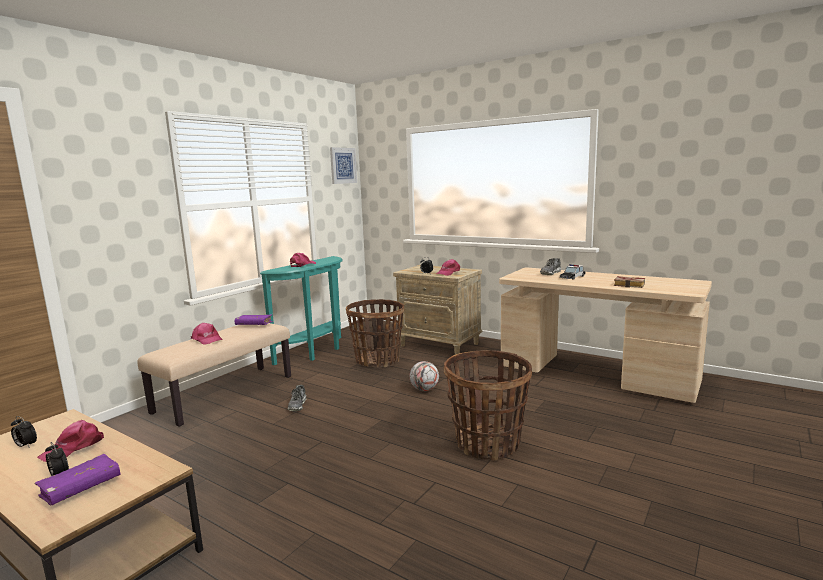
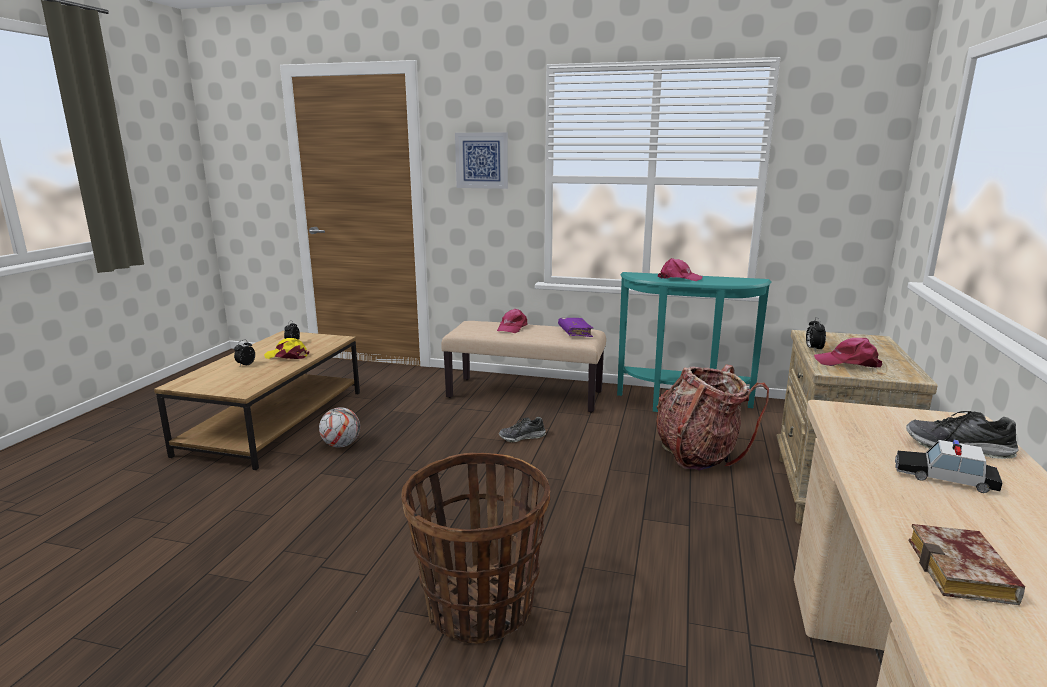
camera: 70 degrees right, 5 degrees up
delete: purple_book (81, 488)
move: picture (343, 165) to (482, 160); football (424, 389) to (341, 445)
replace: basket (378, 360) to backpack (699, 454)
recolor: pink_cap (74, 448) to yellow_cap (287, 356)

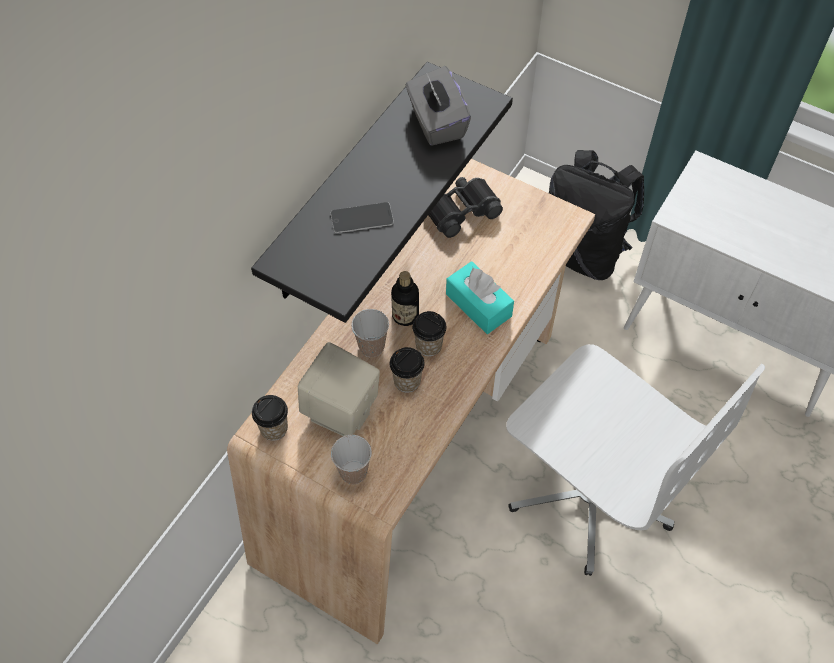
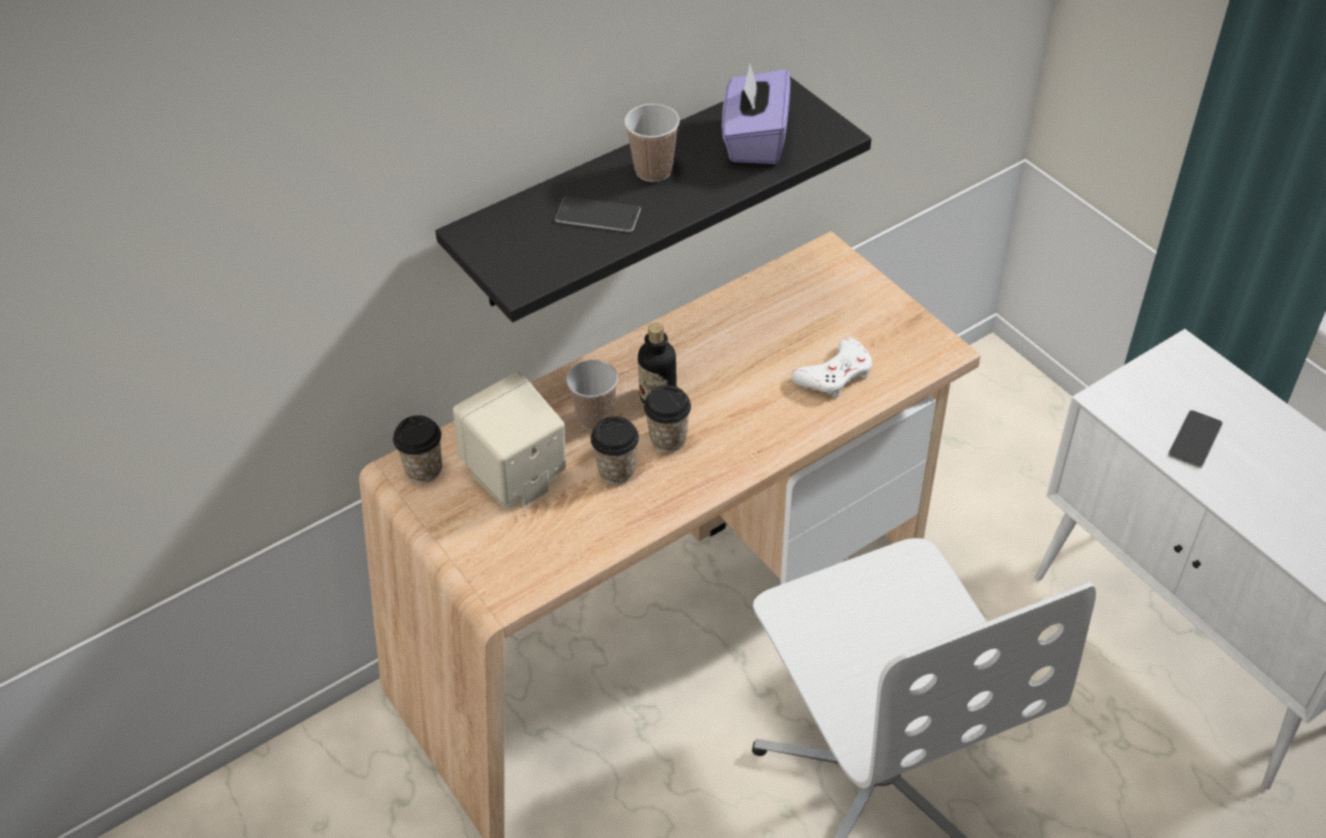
camera: 25 degrees right, 10 degrees down
delete: black_binoculars (461, 210); turquoise_tissue_box (478, 305); black_backpack (583, 253)
insert: white_game_controller (835, 374); phone (1195, 439)
move: cup (353, 472) to (653, 171)
recolor: grey_tissue_box (436, 123) to purple_tissue_box (755, 140)

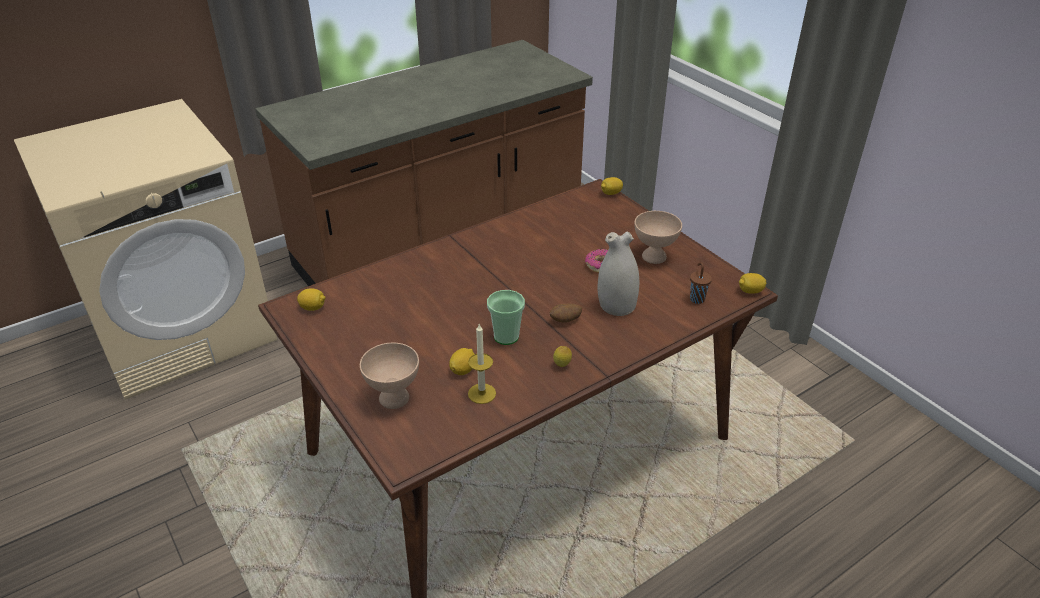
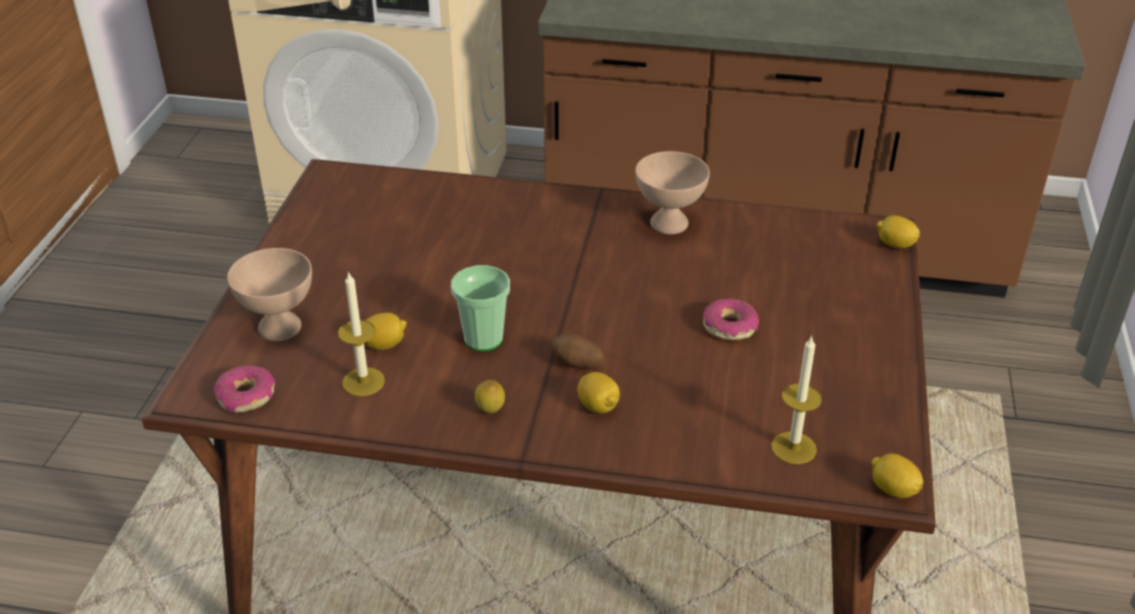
camera: 45 degrees right, 0 degrees up
delete: white_vase (616, 306)
insert: donut (247, 396)
move: lemon (313, 308) to (598, 406); beige_bowl (653, 256) to (669, 223)
replace: brown_cup (696, 299) to candle (793, 448)

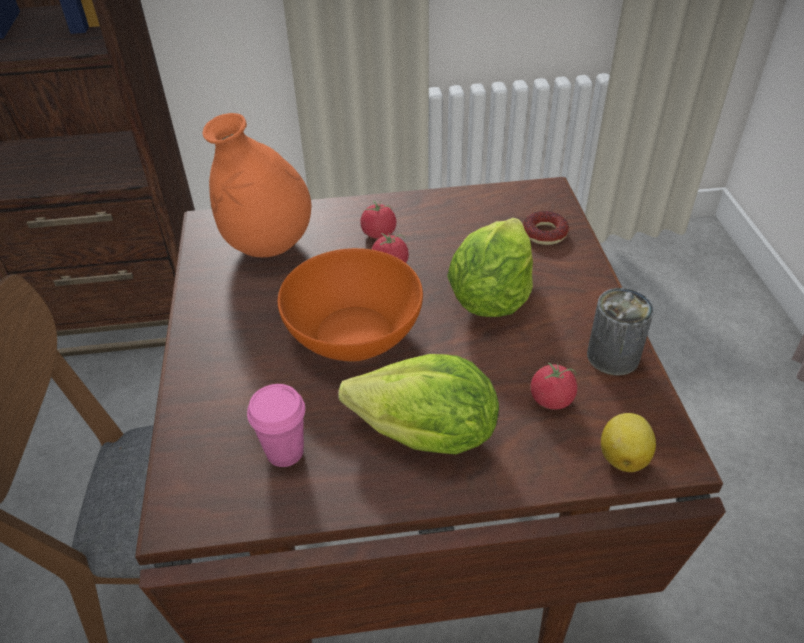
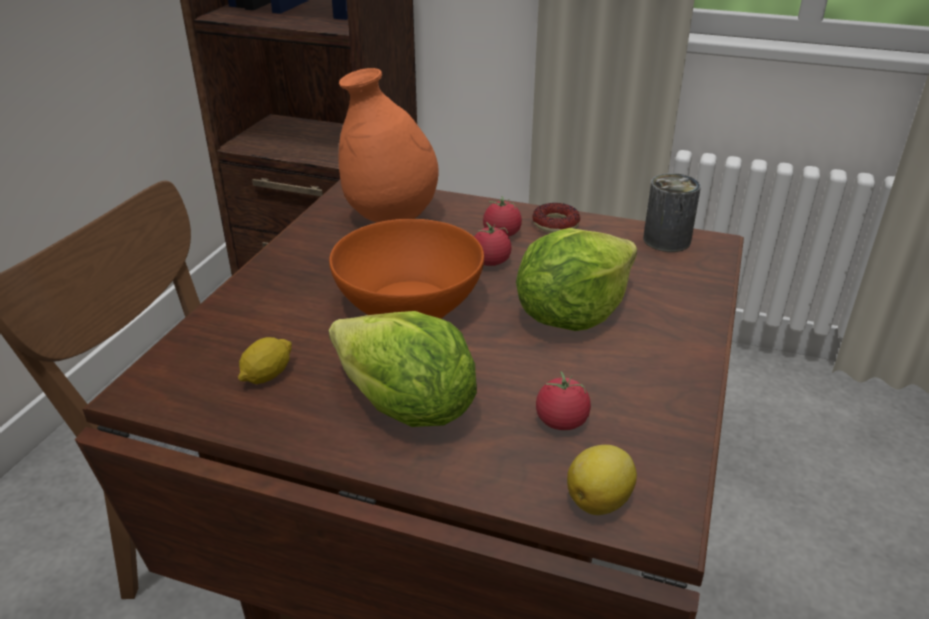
camera: 25 degrees right, 10 degrees down
move: donut (544, 233) to (555, 224); can (613, 356) to (666, 240)
replace: pink_cup (285, 452) to lemon (267, 375)

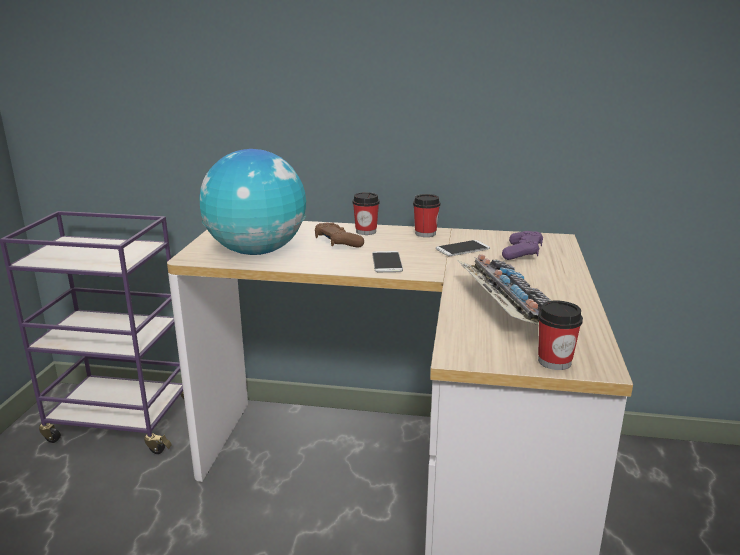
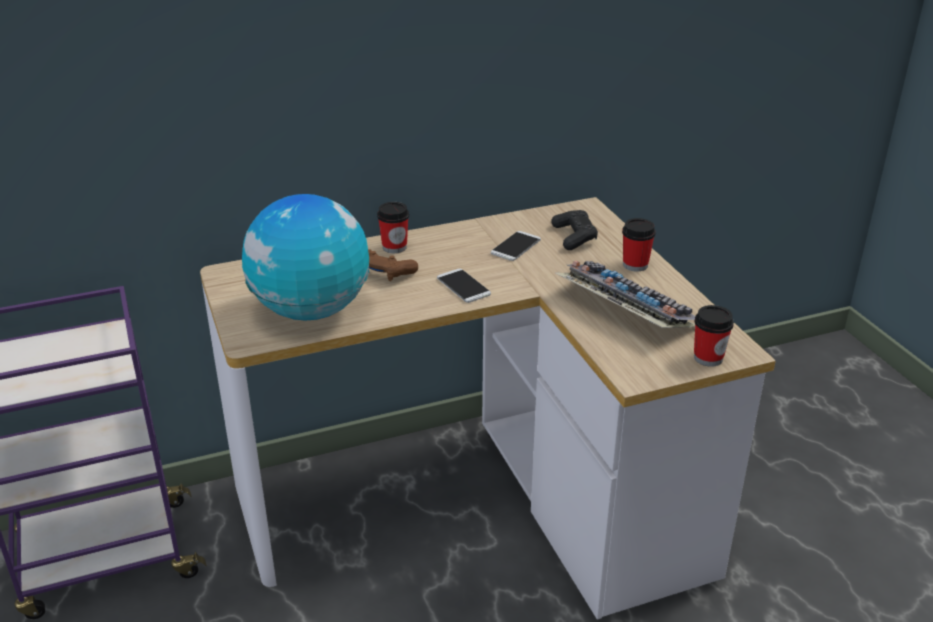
camera: 30 degrees left, 10 degrees up
move: cup (425, 233) to (635, 265)
recolor: purple_game_controller (522, 253) to black_game_controller (574, 237)

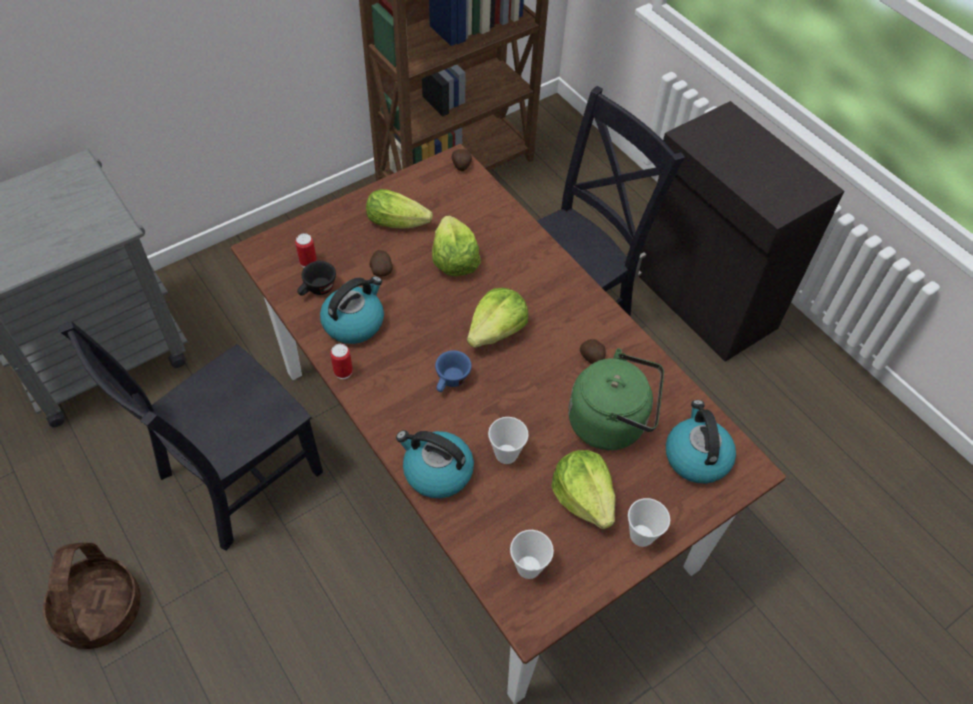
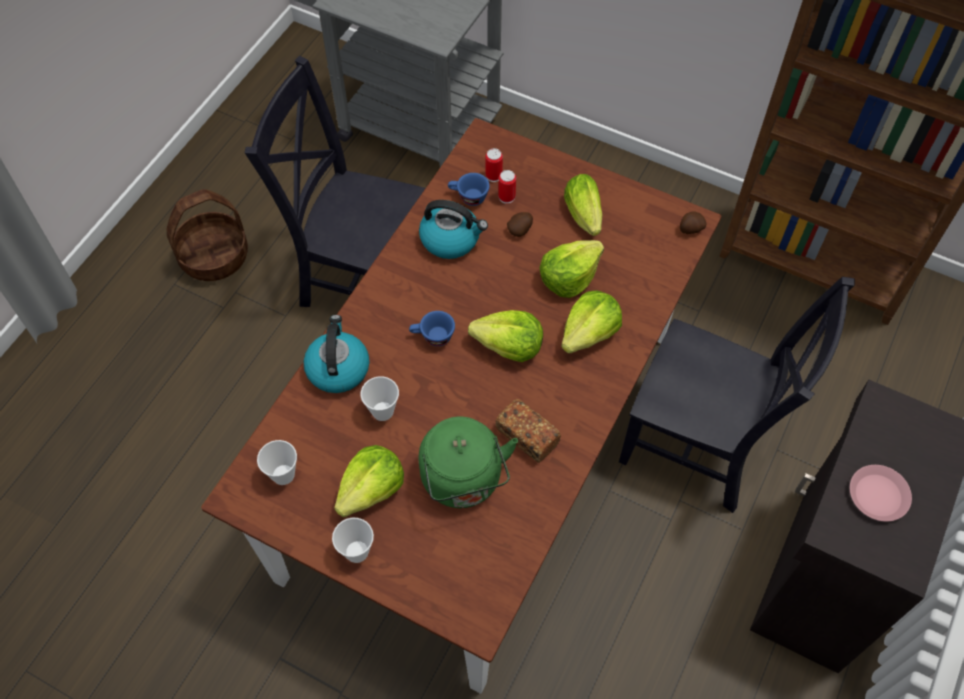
camera: 65 degrees right, 5 degrees up
delete: kettle (696, 456)
insert: lettuce (589, 333); pink_plate (877, 495)
move: can (343, 371) to (506, 197)
replace: potato (592, 358) to bread (527, 436)
recolor: black_cup (317, 290) to blue_cup (468, 197)

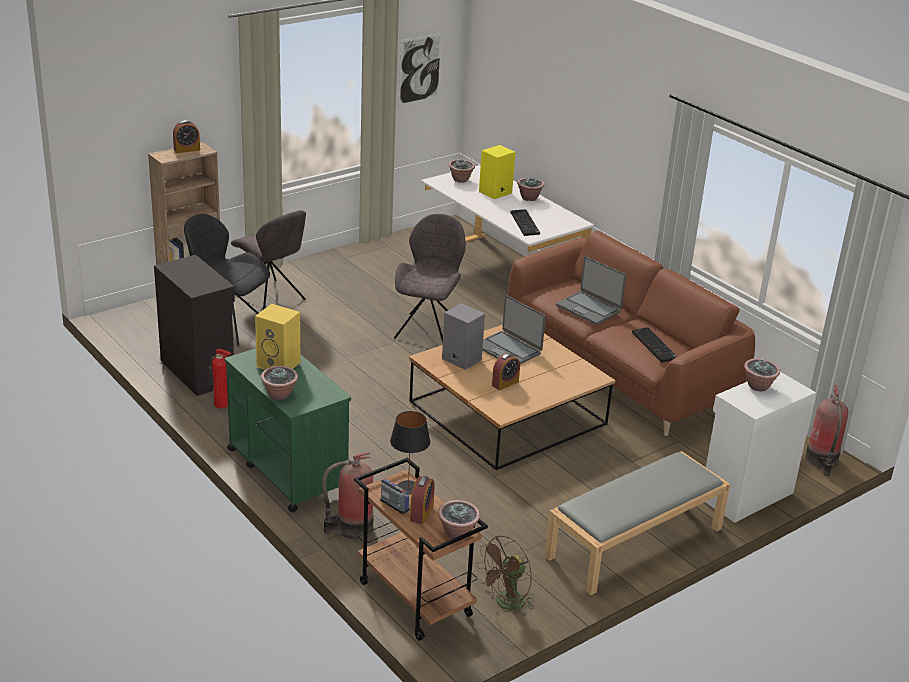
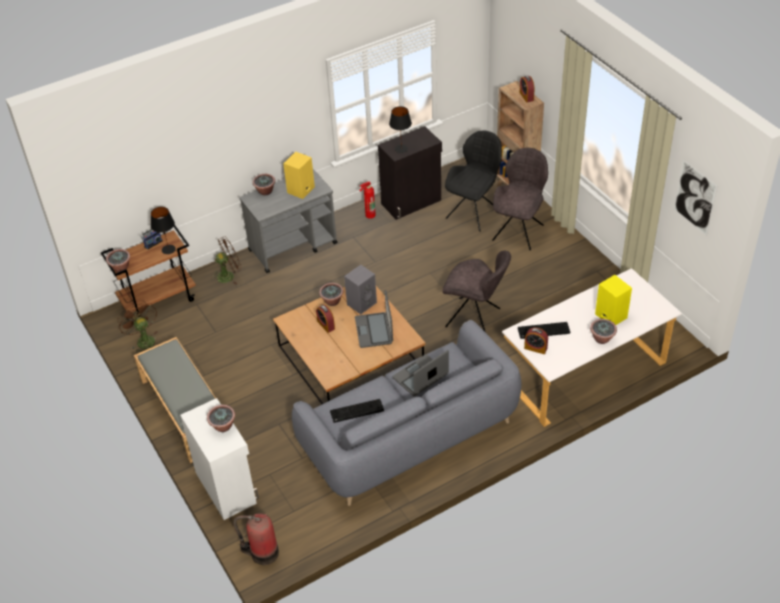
camera: 100 degrees right, 15 degrees up
insert: black_table_lamp (401, 148)
move: alarm_clock (421, 513) to (535, 348); potted_plant (461, 180) to (332, 301)
replace: fire_extinguisher (351, 528) to brown_fan (229, 275)
recolor: green_cart (287, 469) to grey_cart (293, 246); brown_sofa (620, 370) to grey_sofa (410, 436)
rotate: grey_chair (271, 298) = (519, 231) 150 degrees clockwise; laptop (508, 350) = (374, 330) 60 degrees counterclockwise

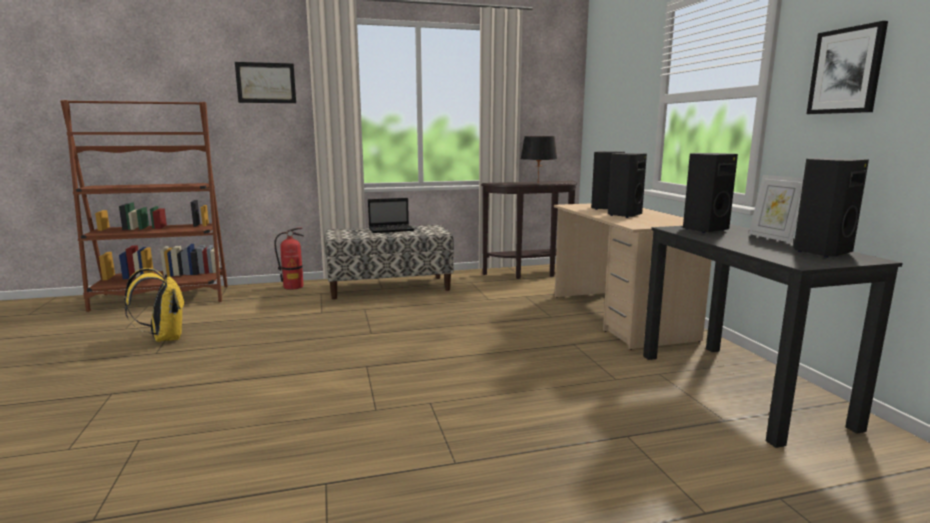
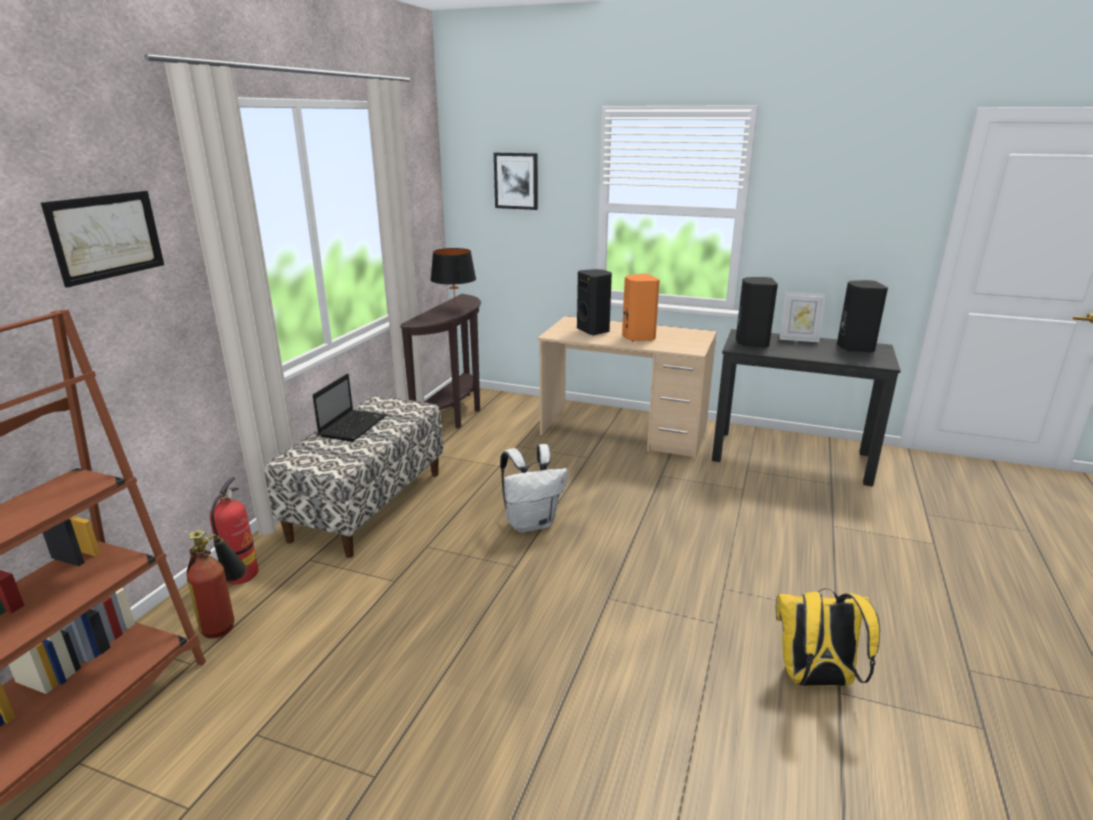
camera: 55 degrees left, 10 degrees up
insert: fire_extinguisher (226, 620); white_backpack (531, 523)
move: yellow_backpack (164, 338) to (815, 680); picture (846, 71) to (516, 181)
recolor: black_speaker (623, 215) to orange_speaker (637, 337)

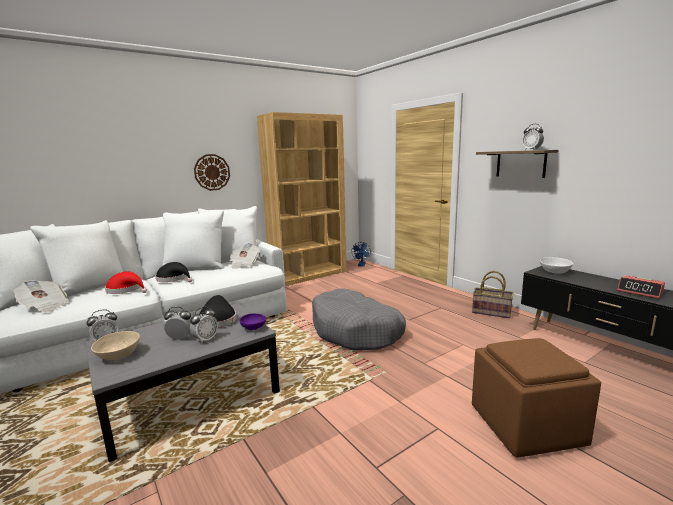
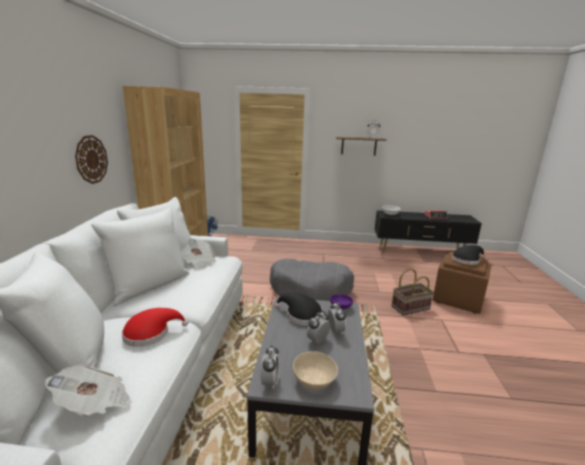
camera: 50 degrees left, 5 degrees up
move: black_hat (174, 279) to (466, 260); basket (491, 312) to (410, 307)

